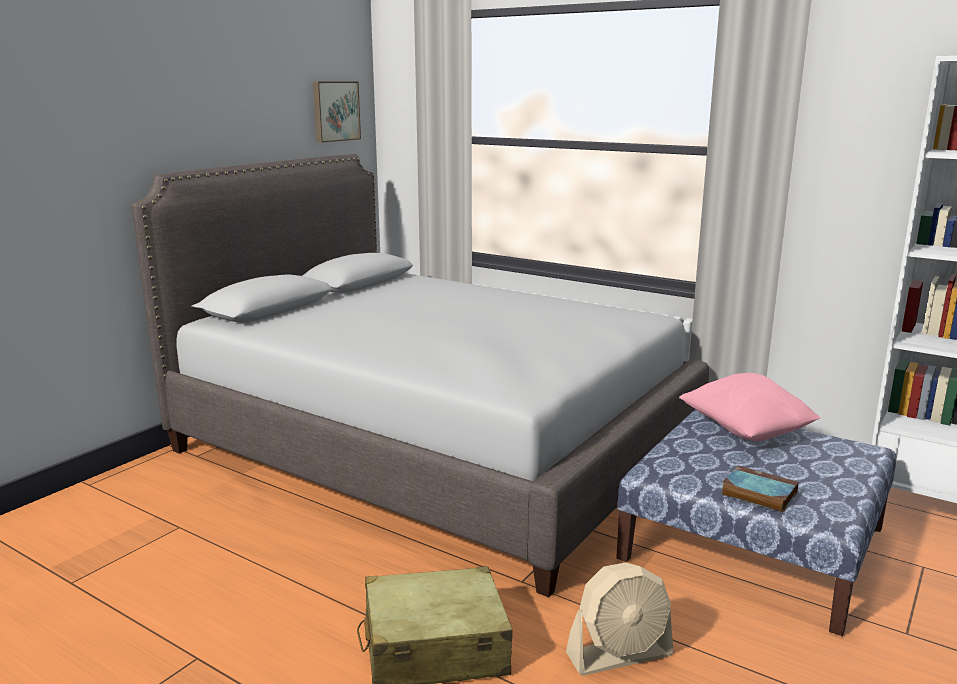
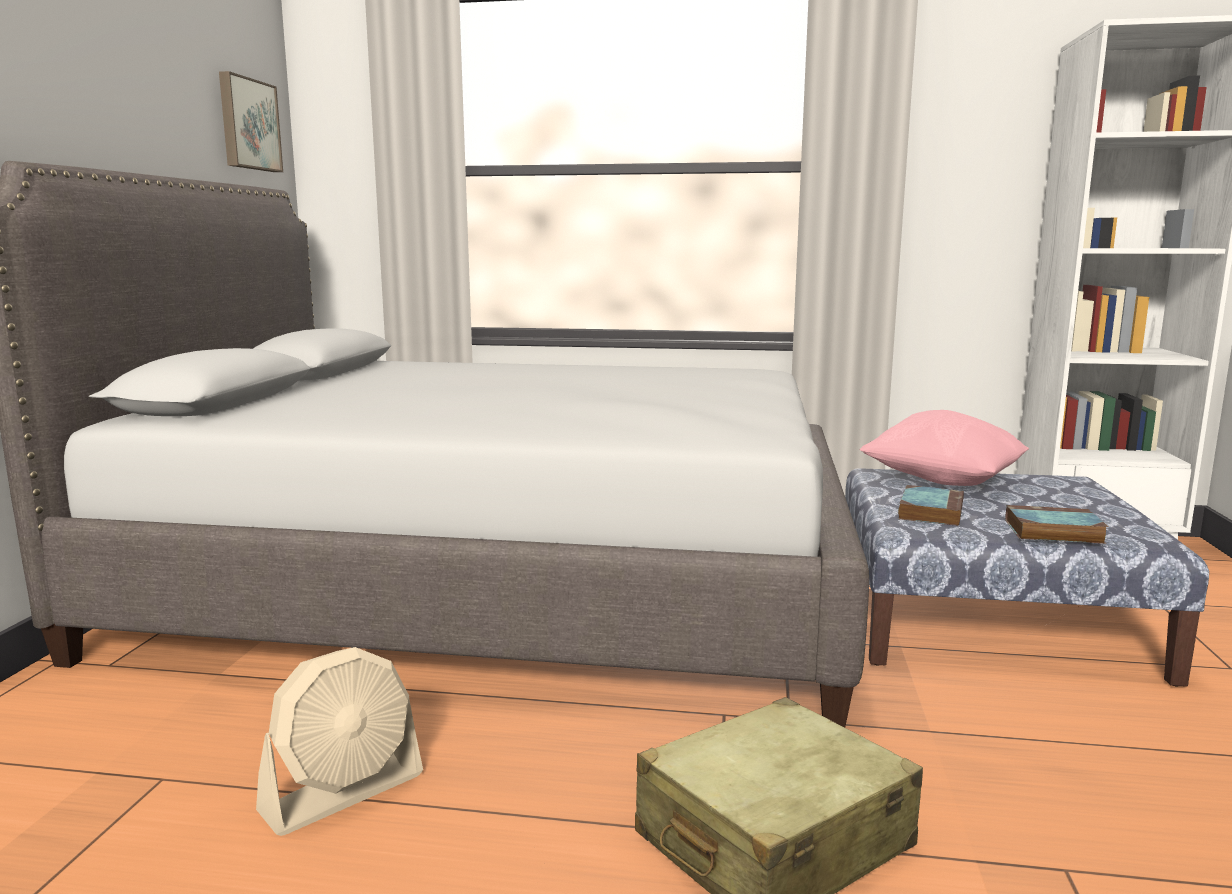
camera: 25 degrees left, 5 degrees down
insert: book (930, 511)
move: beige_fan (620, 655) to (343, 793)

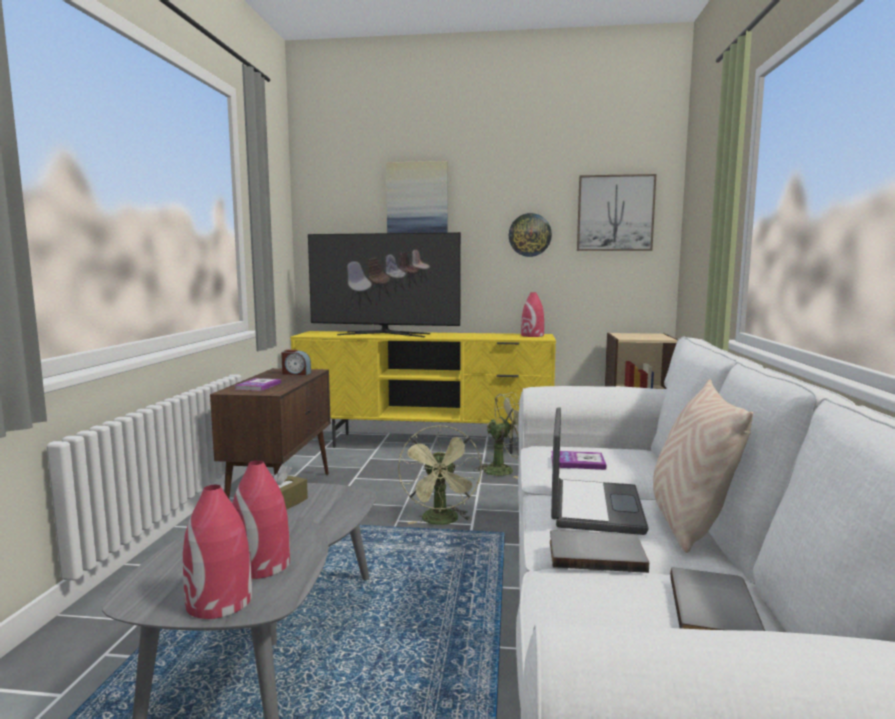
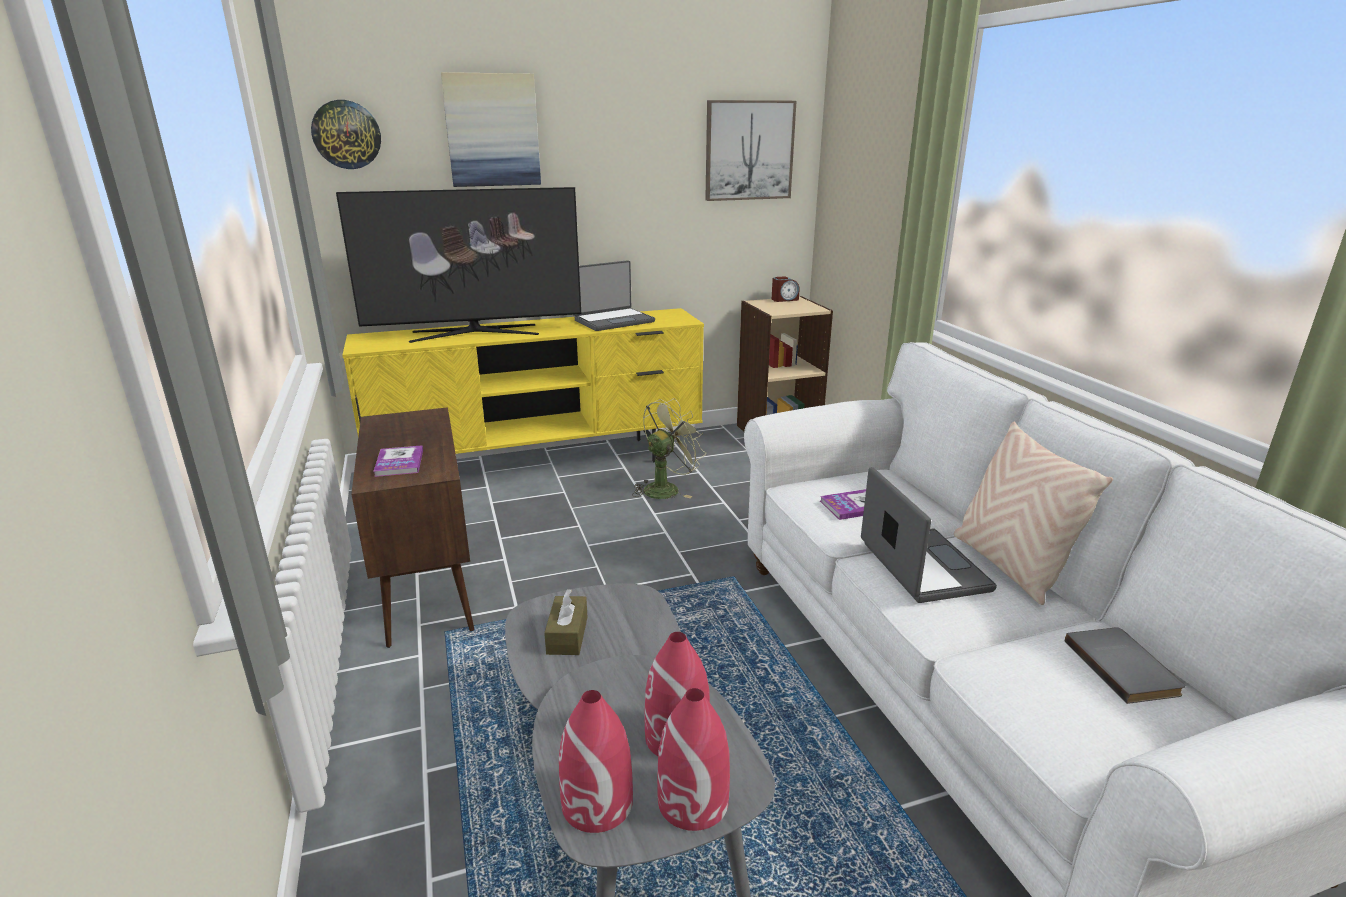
camera: 25 degrees left, 15 degrees up
delete: green_fan (441, 522); grey_book (595, 553)
insert: laptop (613, 321)
move: alarm_clock (296, 373) to (784, 299); wall_clock (530, 235) to (346, 134); red_vase (532, 335) to (597, 803)

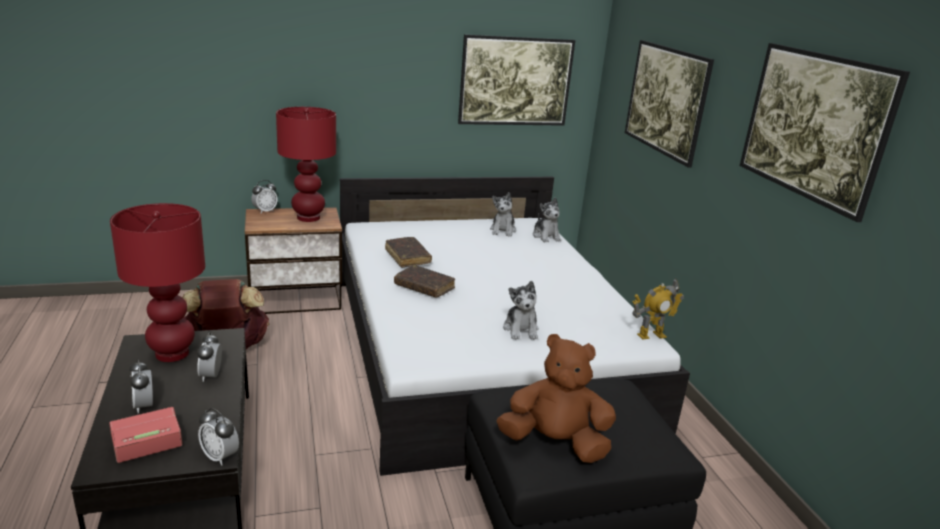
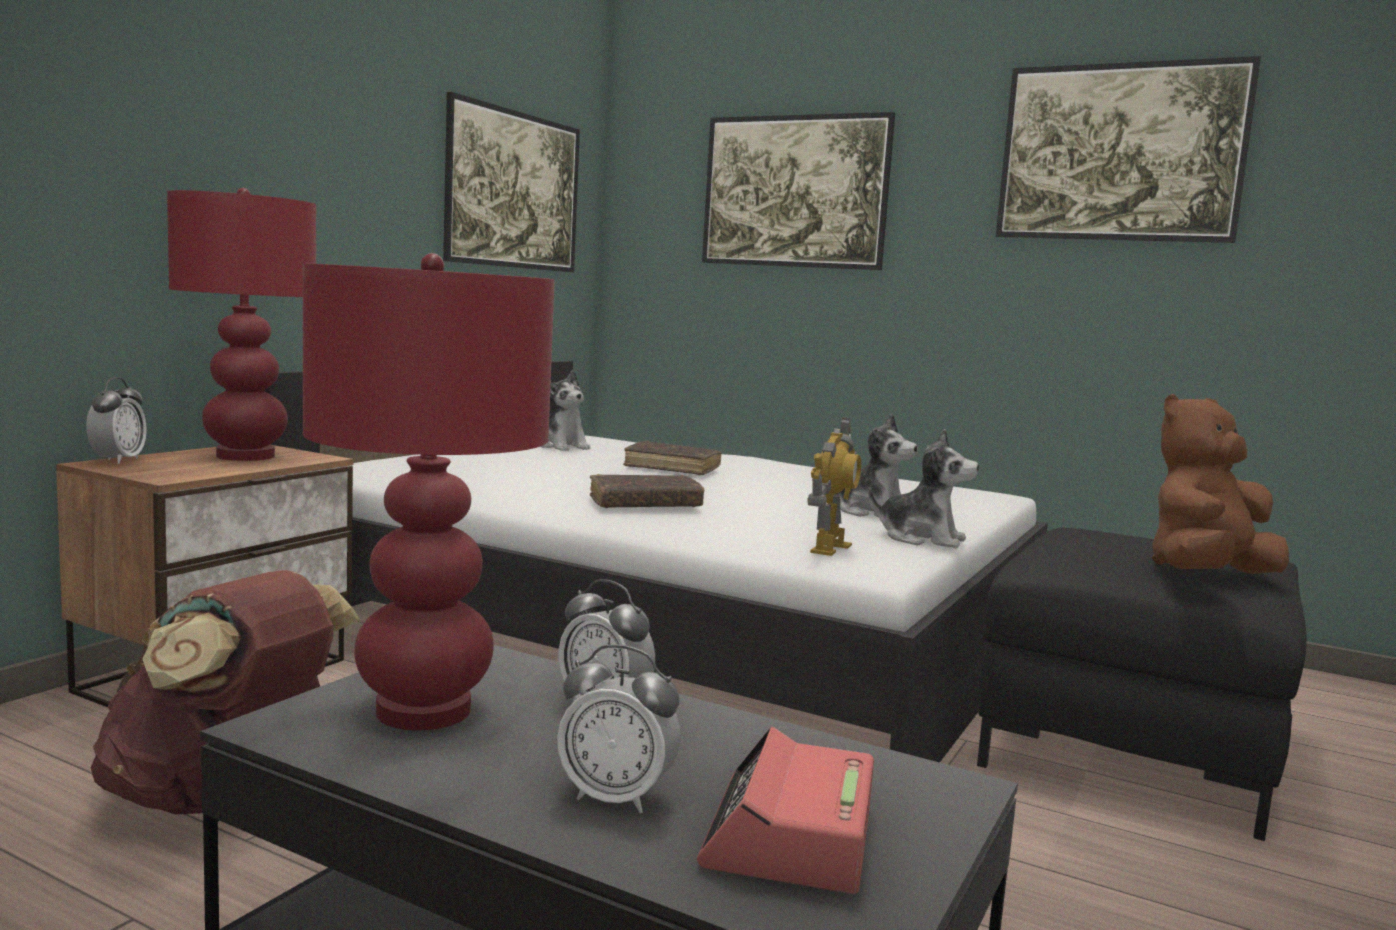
camera: 45 degrees left, 15 degrees down
delete: alarm_clock (220, 456)
move: brown_book (407, 257) to (672, 468); plush_toy (546, 236) to (921, 538); toy_robot (651, 335) to (829, 548)

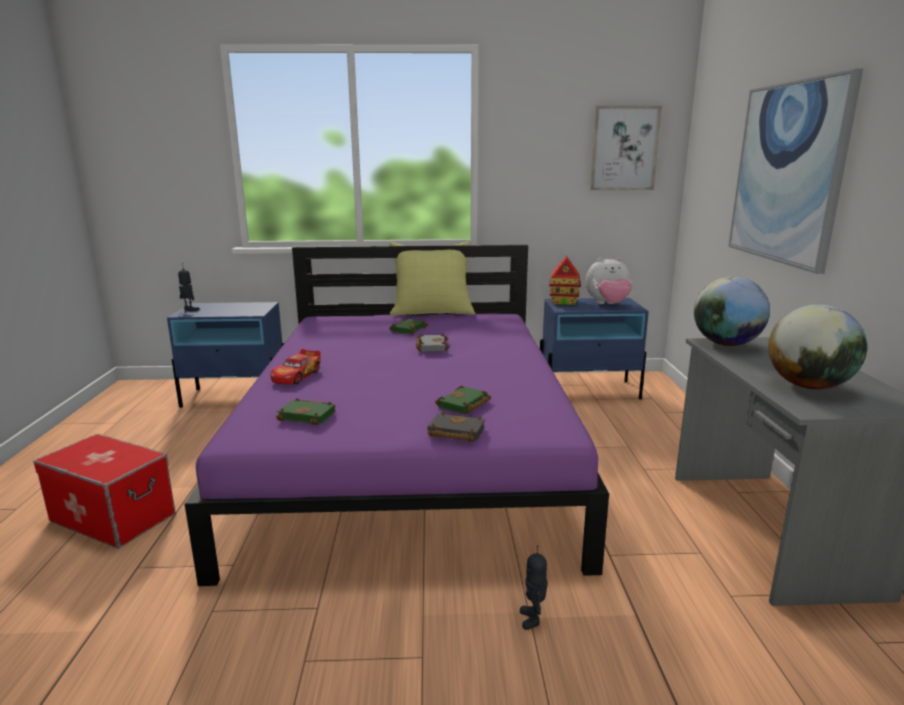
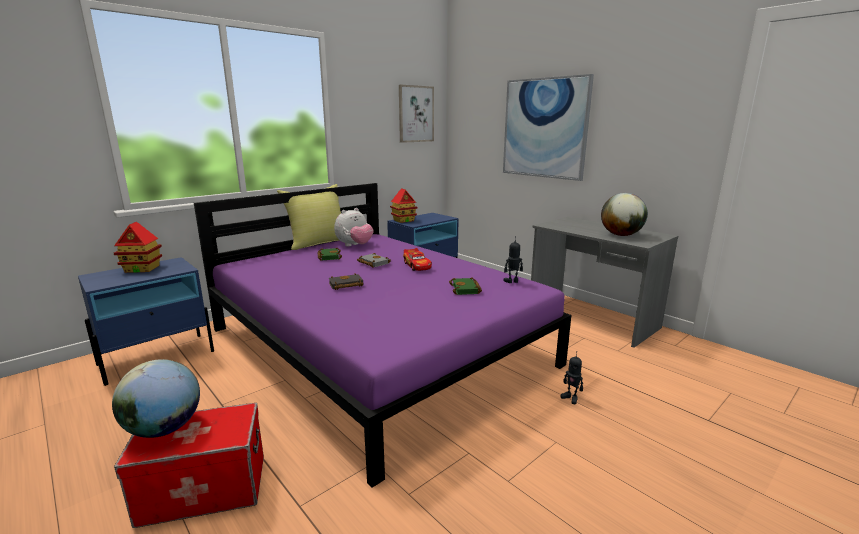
camera: 40 degrees left, 0 degrees up
delete: green_book (309, 415)
insert: toy_house (142, 269)
move: toy_robot (189, 310) to (512, 282); toy_car (297, 376) to (417, 265); black_book (454, 432) to (345, 285); plush_toy (607, 304) to (354, 246); globe (726, 344) to (164, 429)

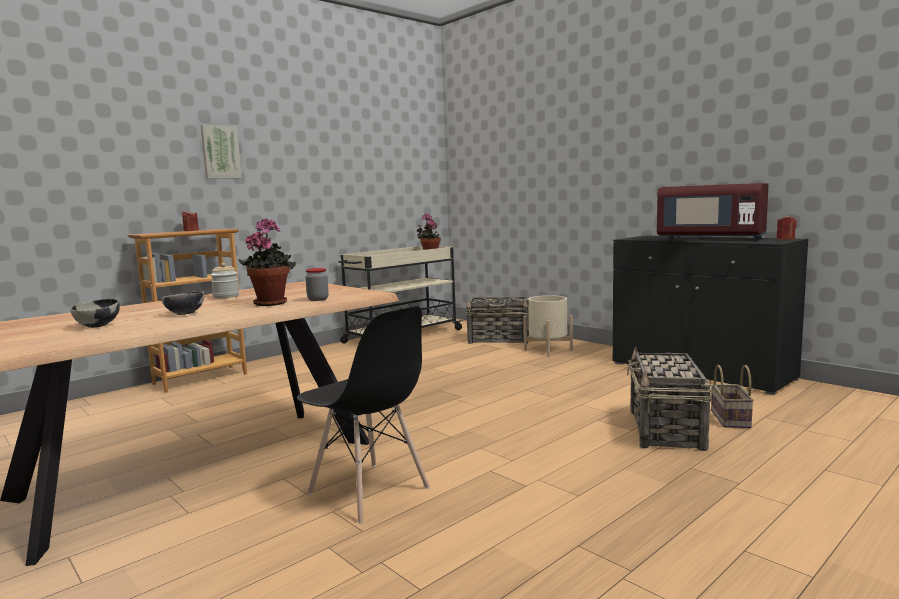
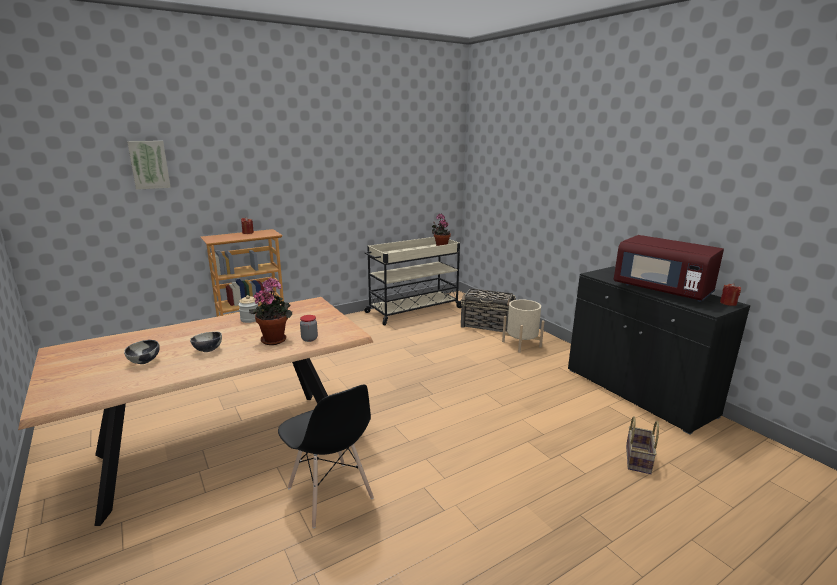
camera: 10 degrees right, 10 degrees up
delete: basket (666, 430)
move: picture (220, 152) to (149, 164)

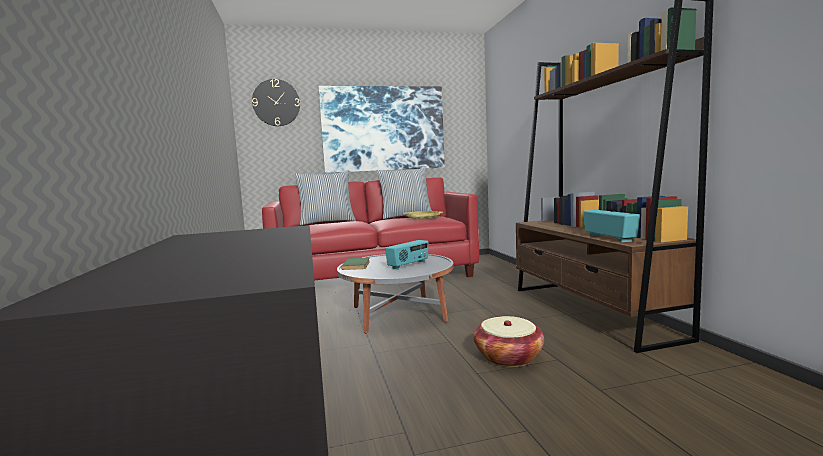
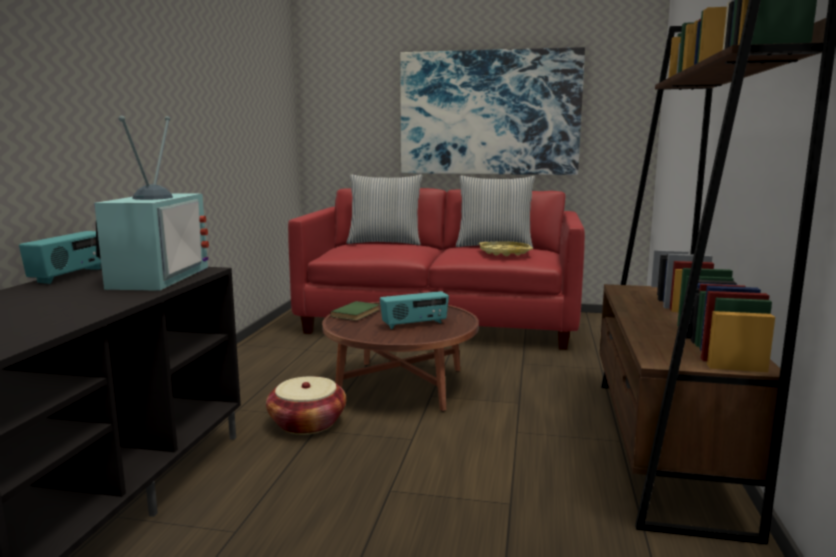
camera: 25 degrees right, 5 degrees up
delete: wall_clock (276, 103)
insert: television (155, 277)
move: basket (508, 357) to (307, 423); radio (610, 238) to (70, 275)
recolor: grey_coffee_table (398, 314) to brown_coffee_table (401, 385)

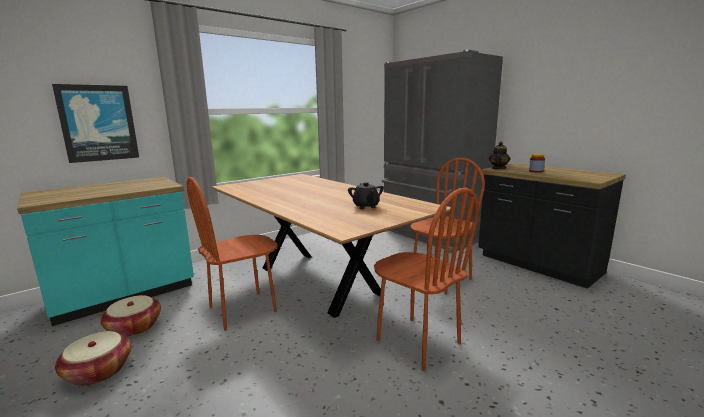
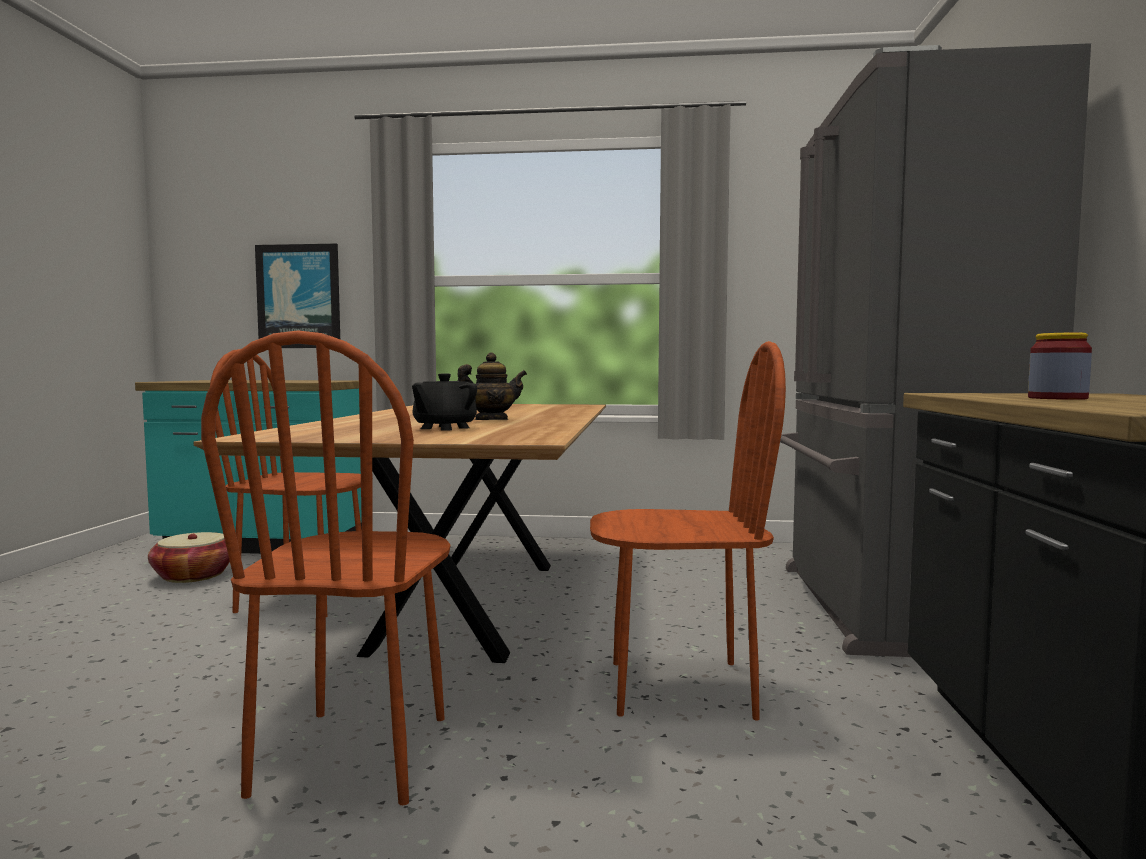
camera: 45 degrees right, 10 degrees down
delete: basket (98, 371)
move: teapot (498, 168) to (491, 420)

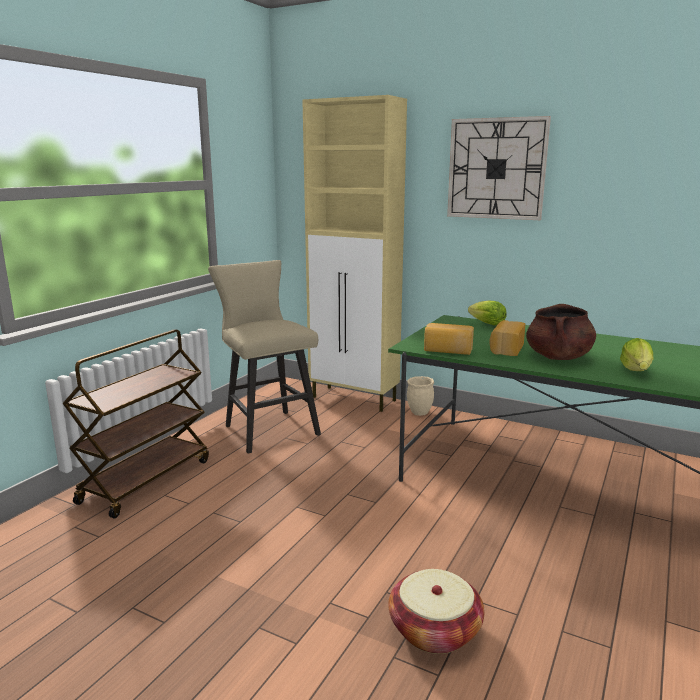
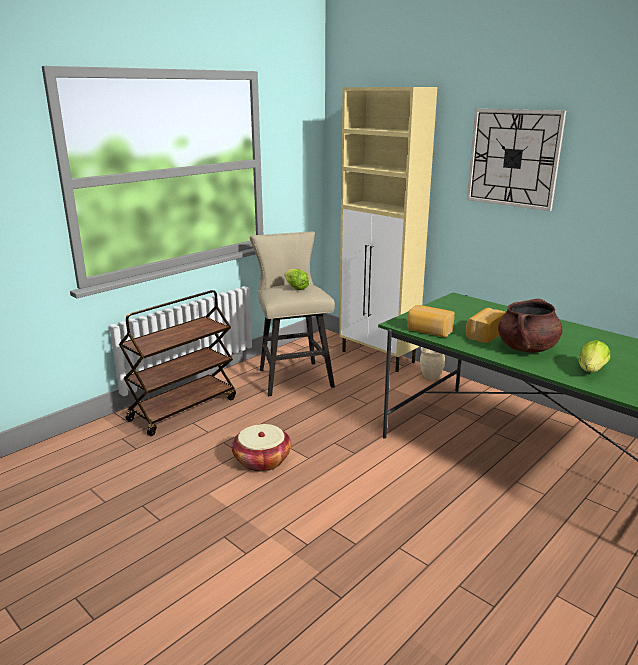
camera: 15 degrees right, 5 degrees up
move: basket (434, 630) to (262, 460); lettuce (487, 324) to (296, 288)

